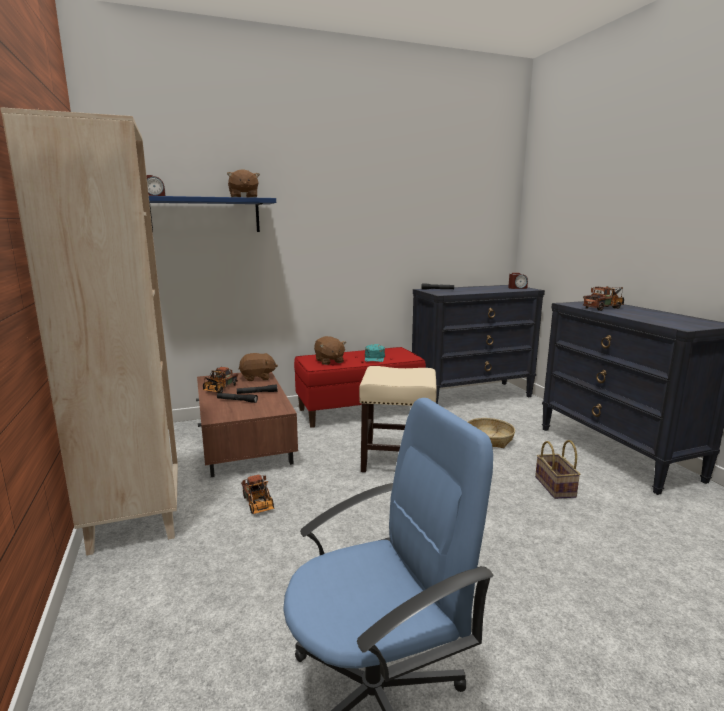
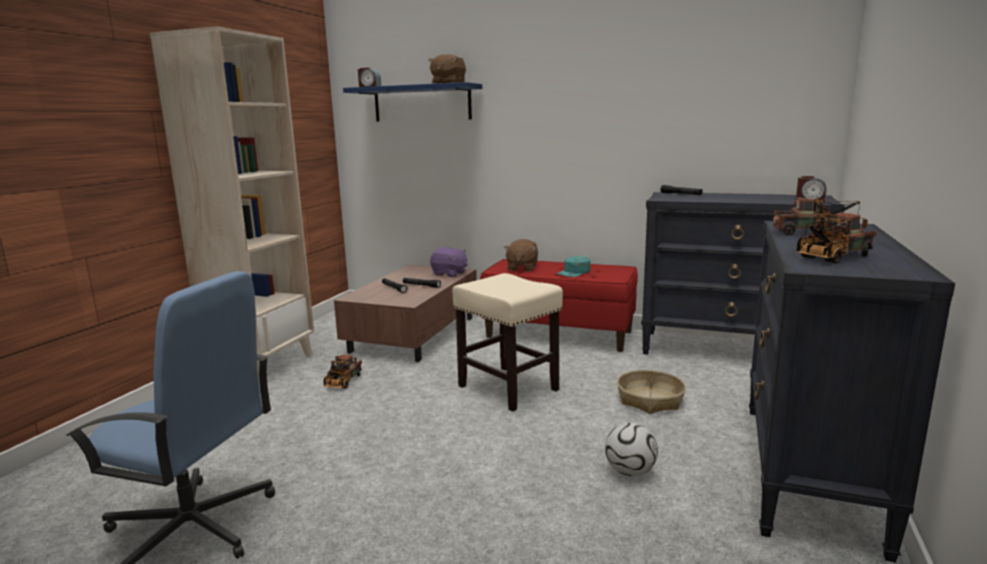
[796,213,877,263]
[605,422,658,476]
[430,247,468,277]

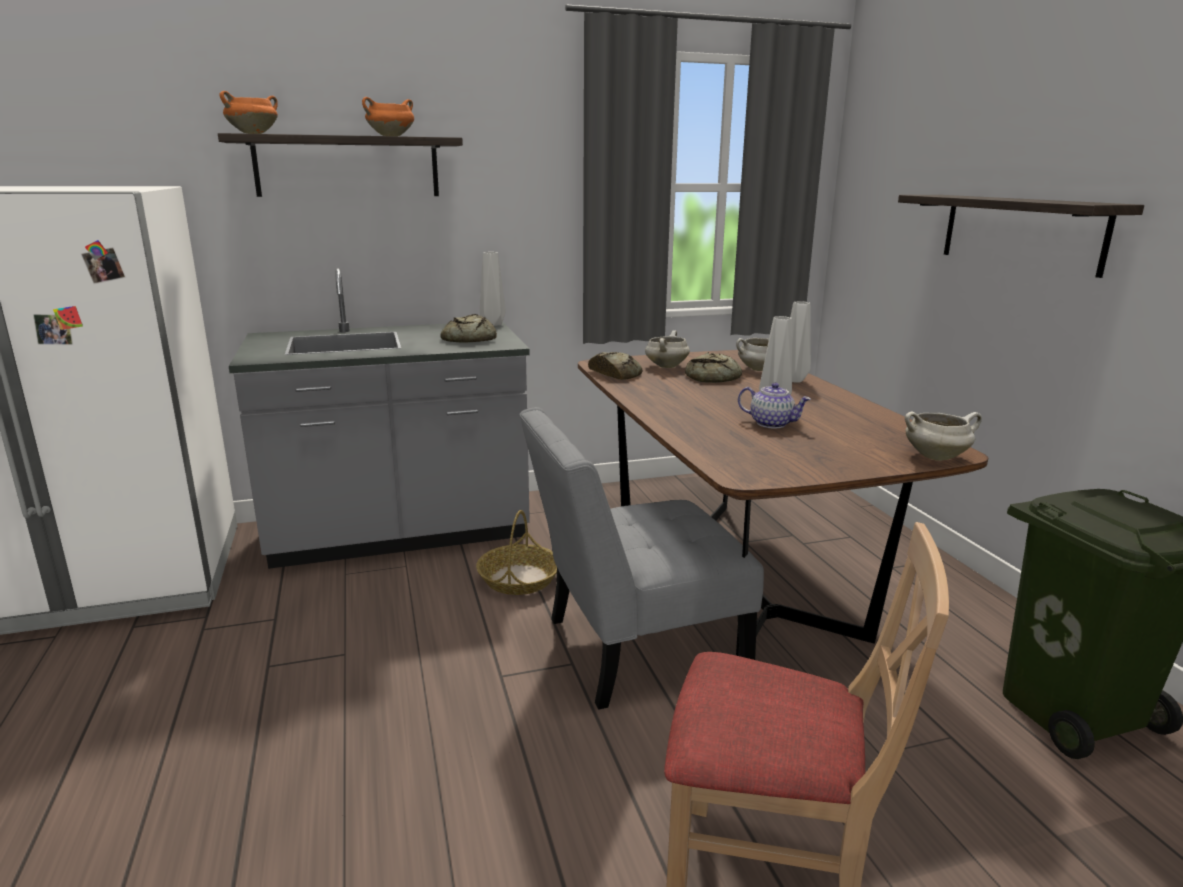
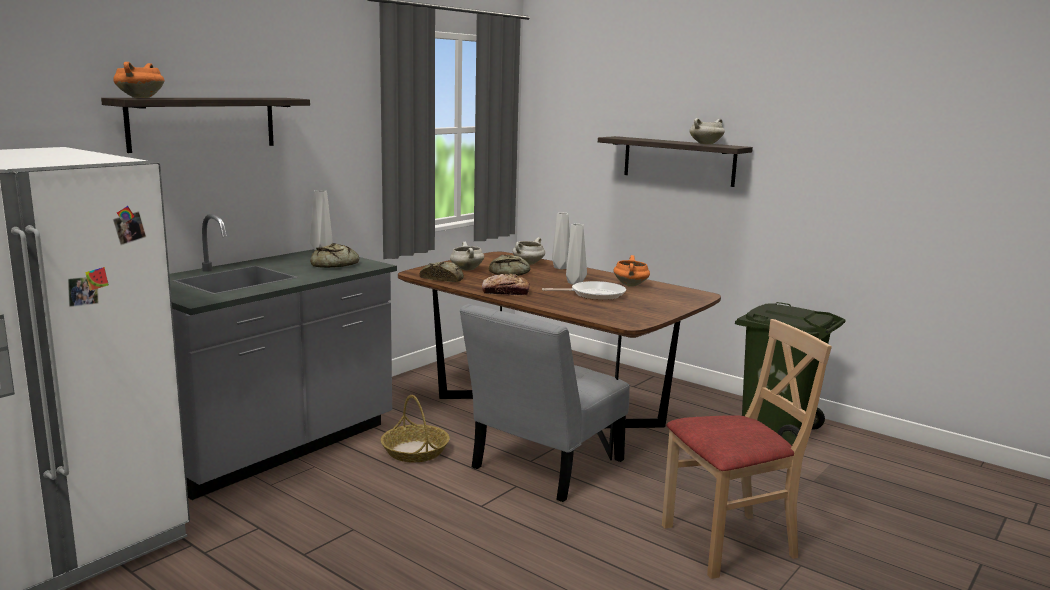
[482,274,530,296]
[613,255,650,287]
[690,118,725,145]
[542,281,626,300]

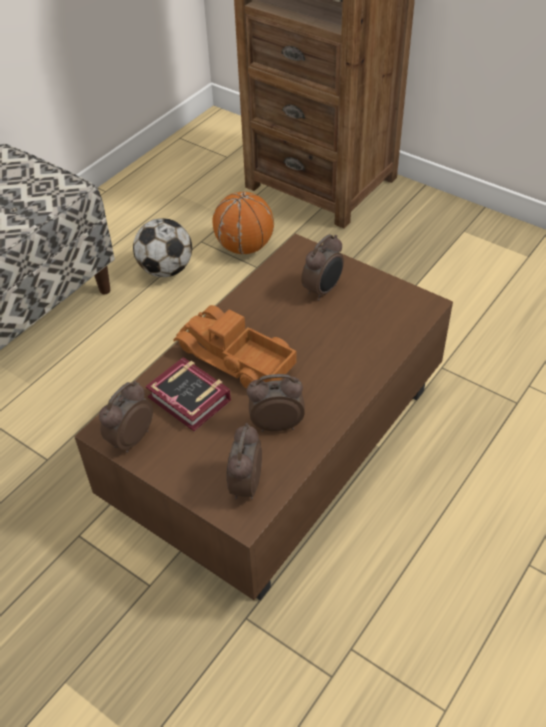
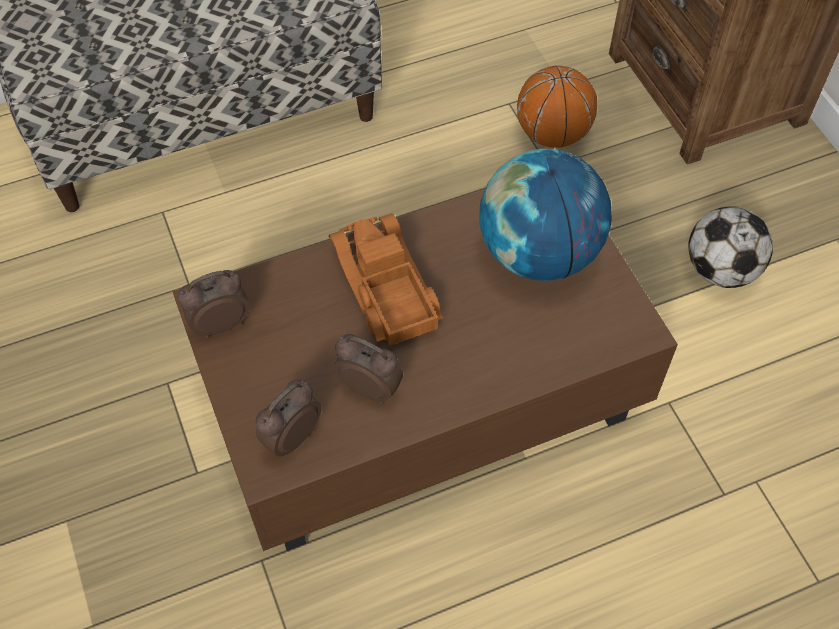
[146,357,231,431] (first image)
[688,206,773,288]
[479,149,612,281]

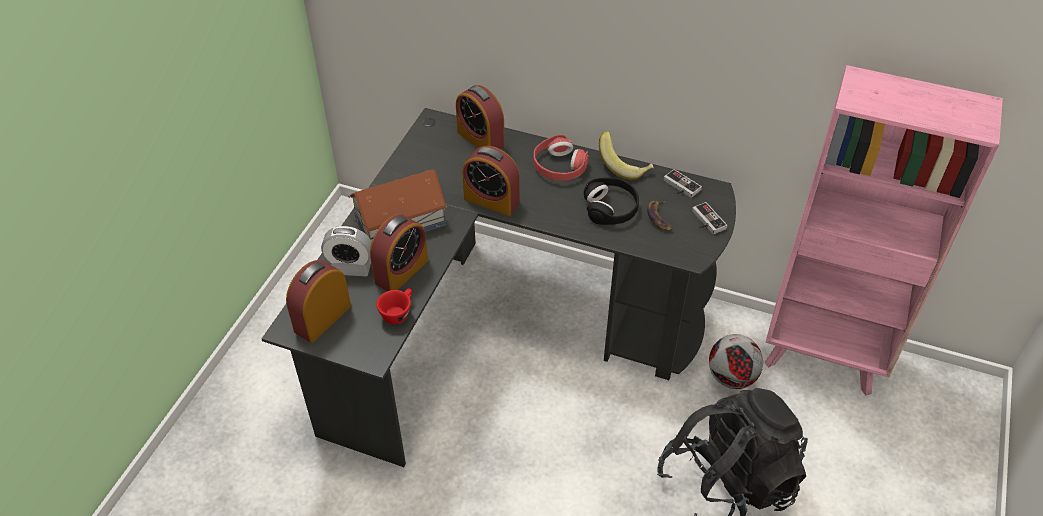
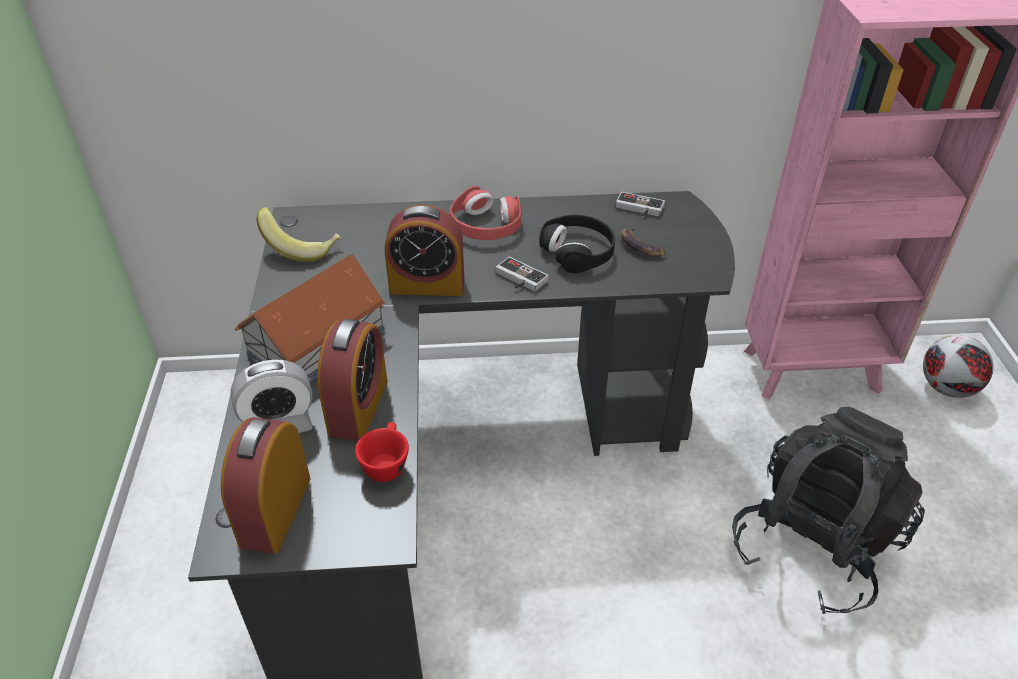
[456,85,505,149] (first image)
[256,207,341,262]
[496,257,549,292]
[923,335,993,398]

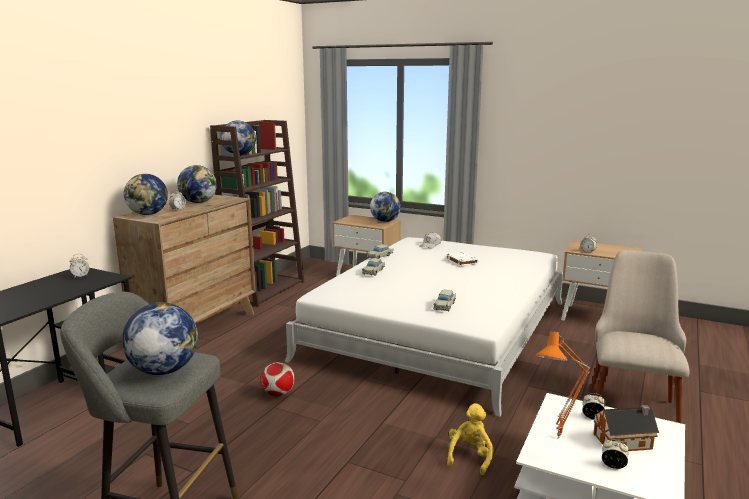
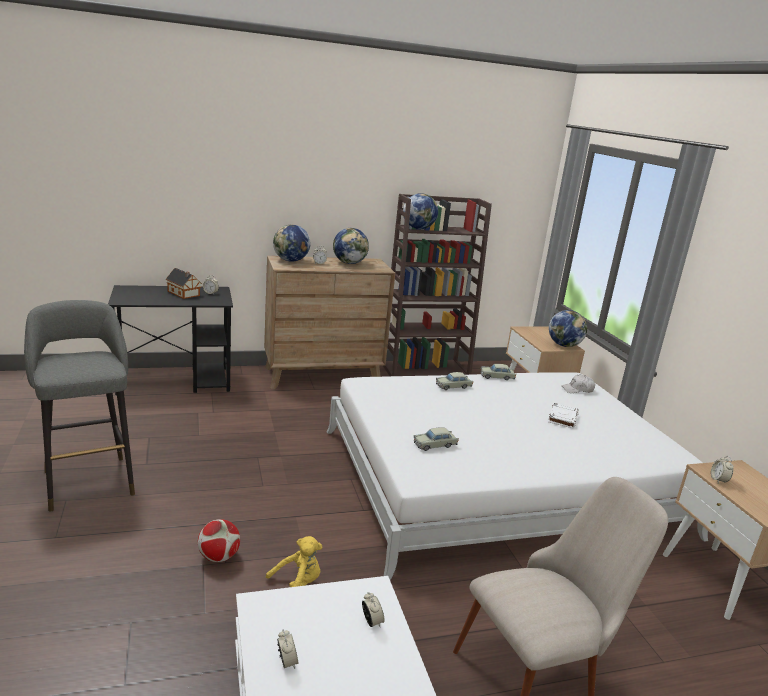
[122,302,198,375] (first image)
[536,331,590,439] (first image)
[198,519,240,562]
[166,268,202,299]

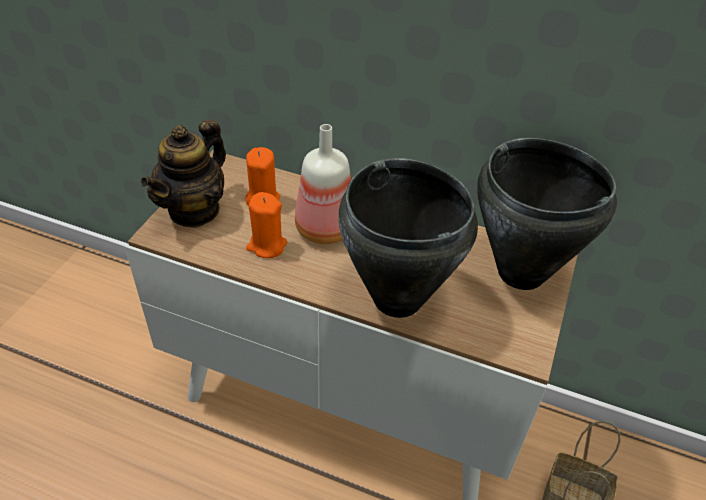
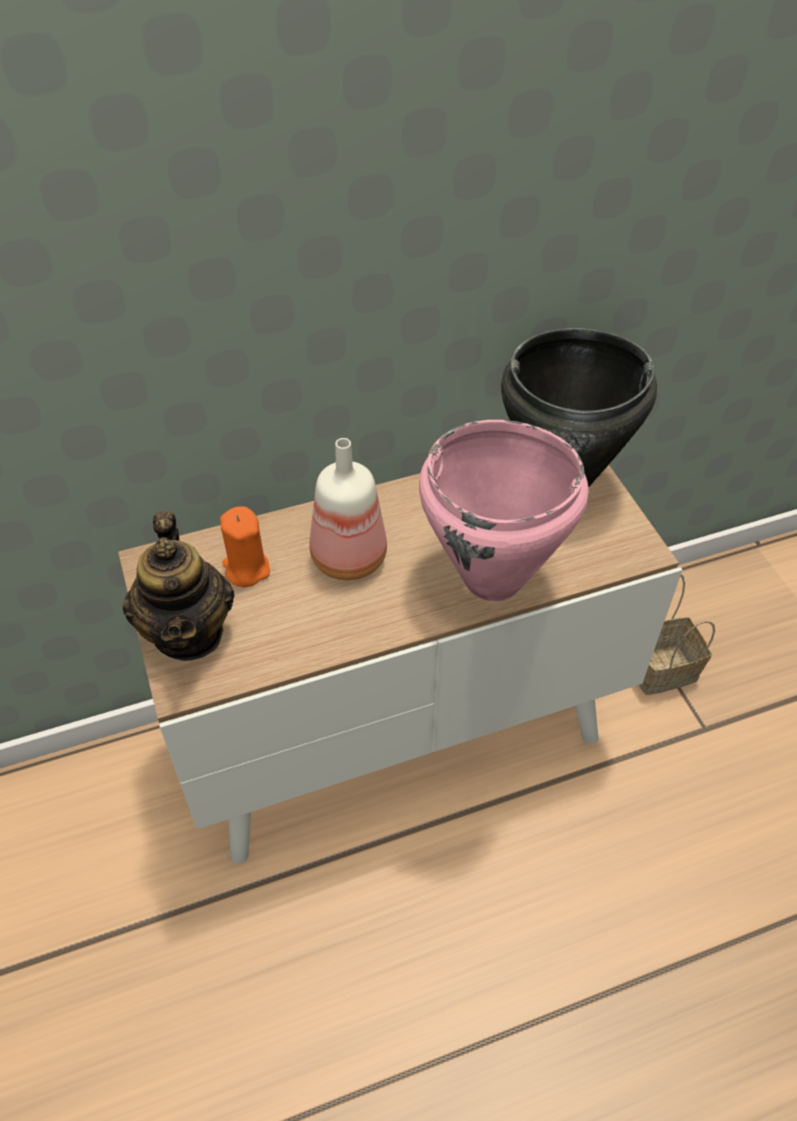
[246,192,287,258] (first image)
[419,420,588,601]

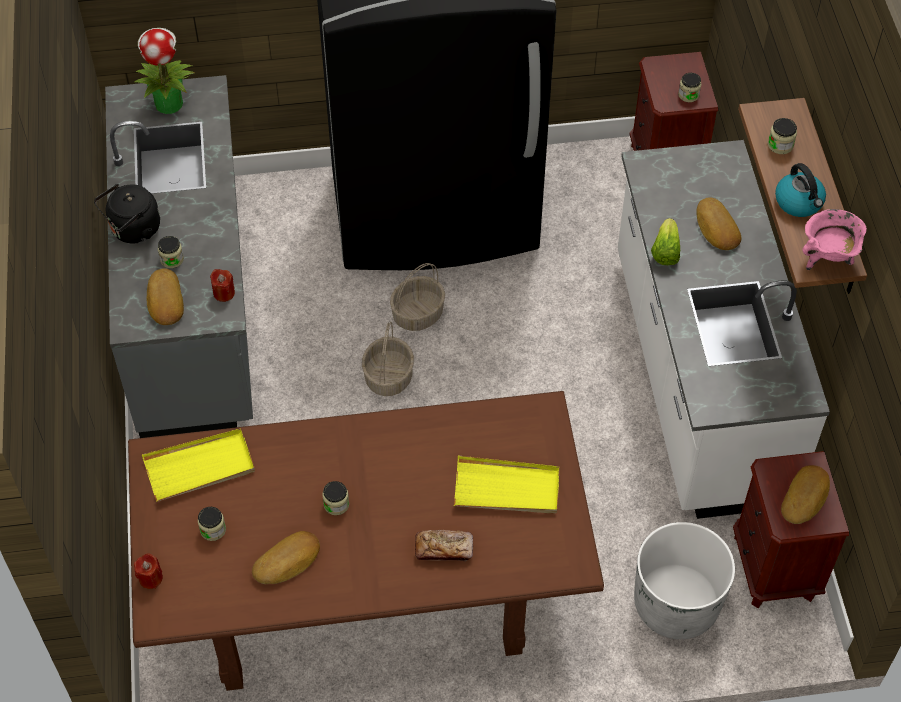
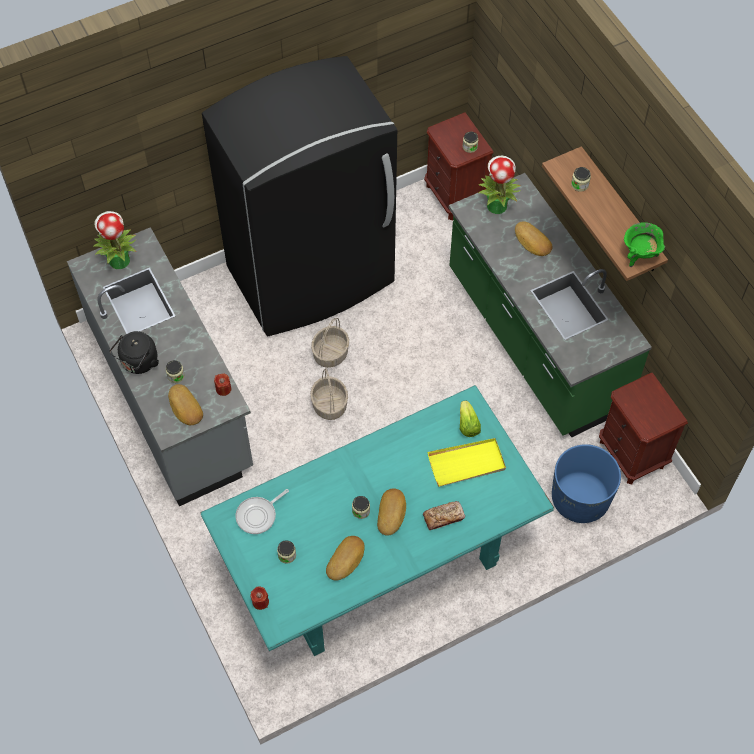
[775,163,826,217] (first image)
[478,156,521,214]
[460,401,481,437]
[377,488,406,536]
[235,489,289,534]
[201,385,554,656]
[449,173,652,438]
[552,444,621,523]
[624,222,665,267]

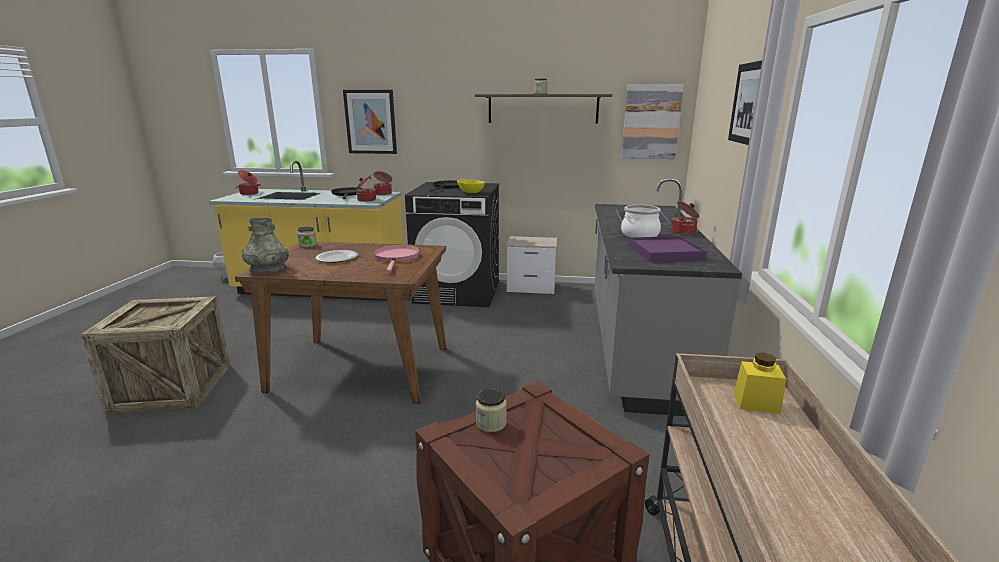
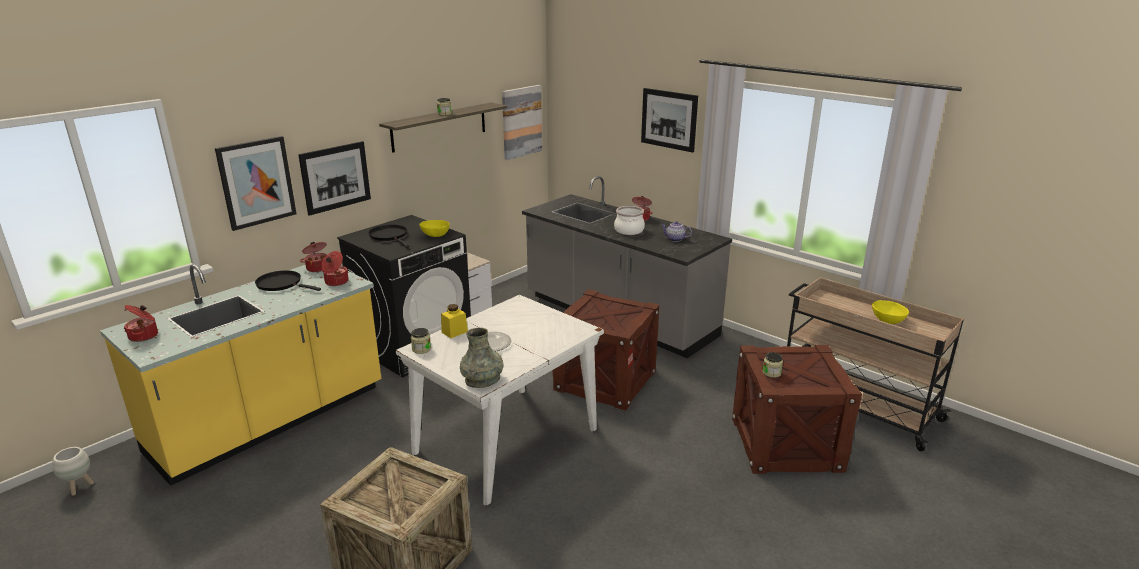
[373,245,420,272] (first image)
[298,141,371,216]
[553,289,659,411]
[872,300,909,324]
[441,304,468,338]
[661,221,692,242]
[396,295,604,506]

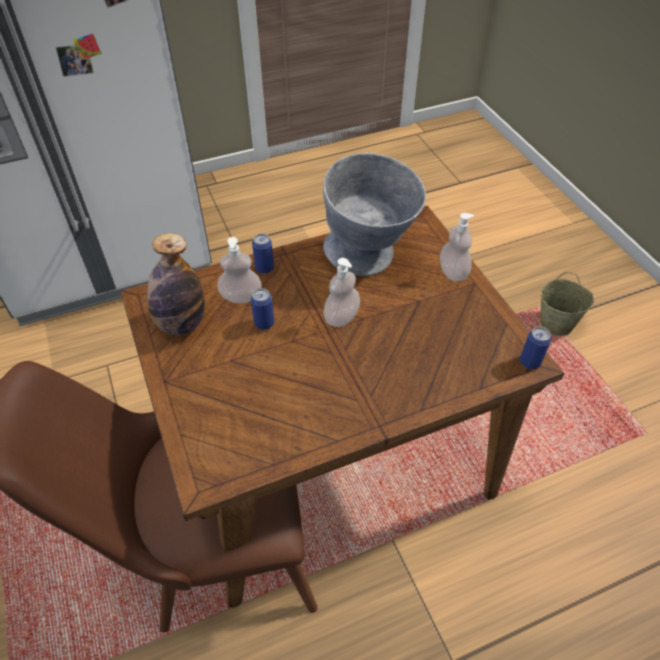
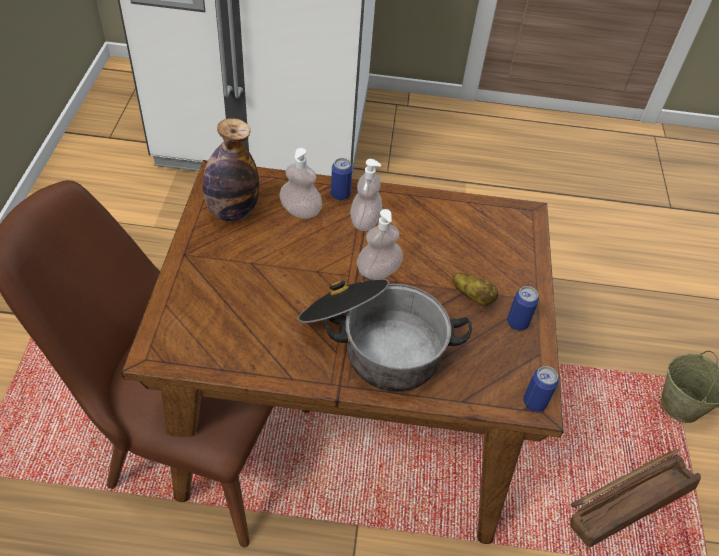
[323,153,426,276] (first image)
[298,279,472,392]
[452,273,498,307]
[571,449,701,547]
[507,286,539,331]
[350,159,382,231]

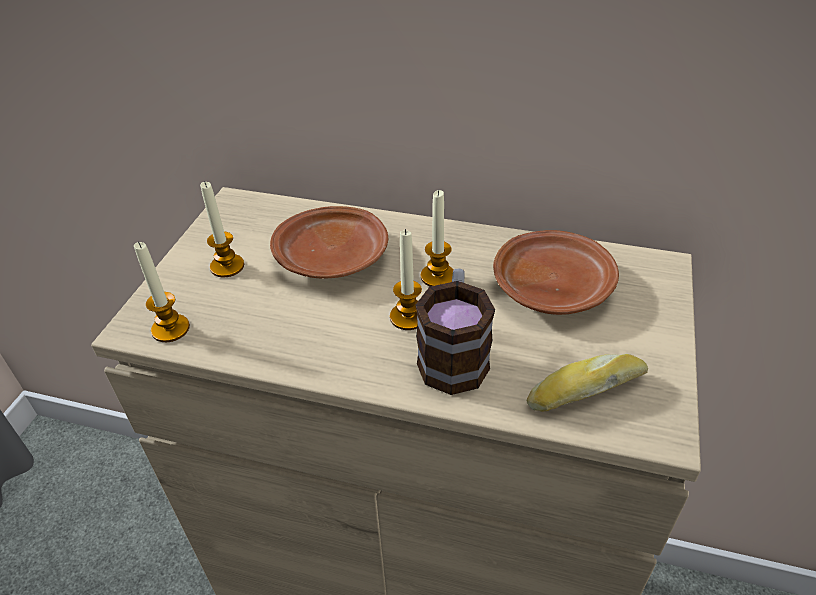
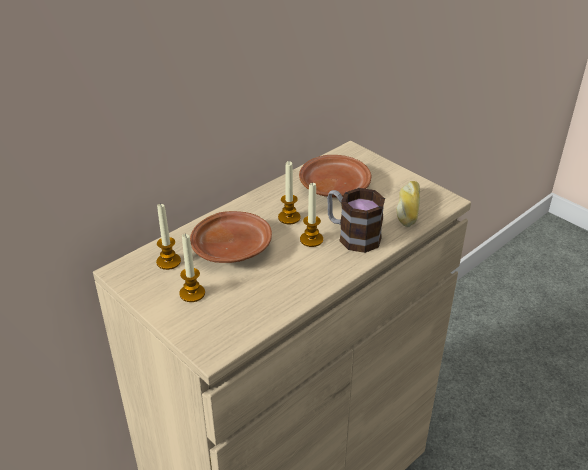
[156,203,181,270]

